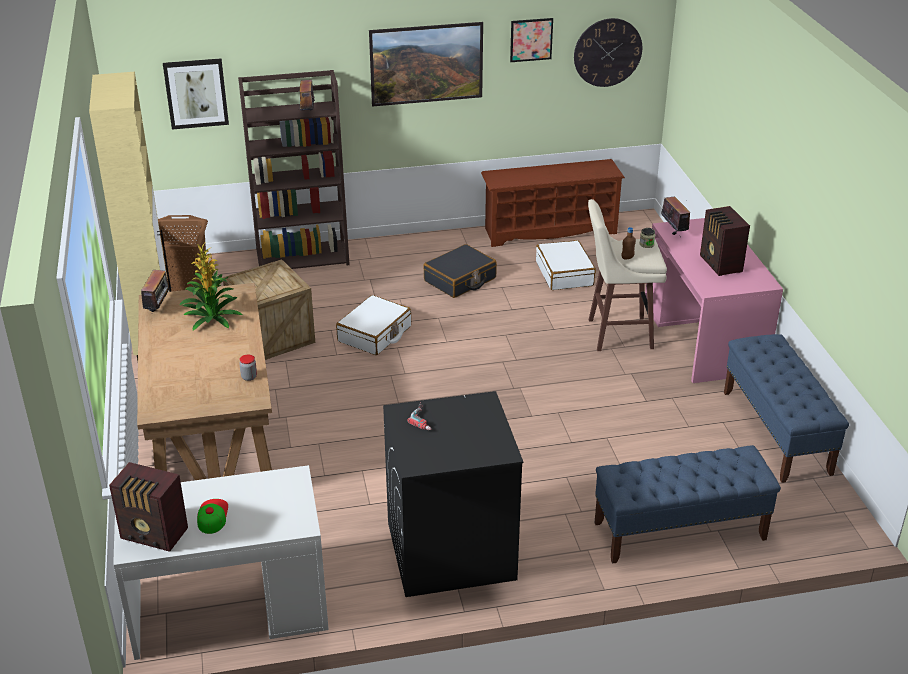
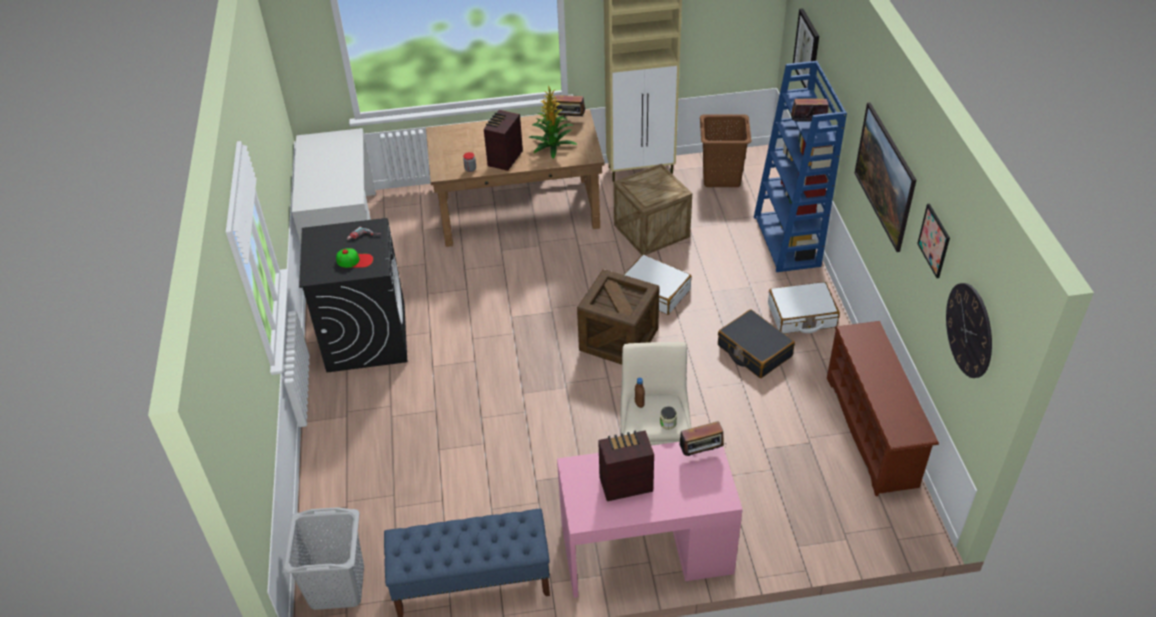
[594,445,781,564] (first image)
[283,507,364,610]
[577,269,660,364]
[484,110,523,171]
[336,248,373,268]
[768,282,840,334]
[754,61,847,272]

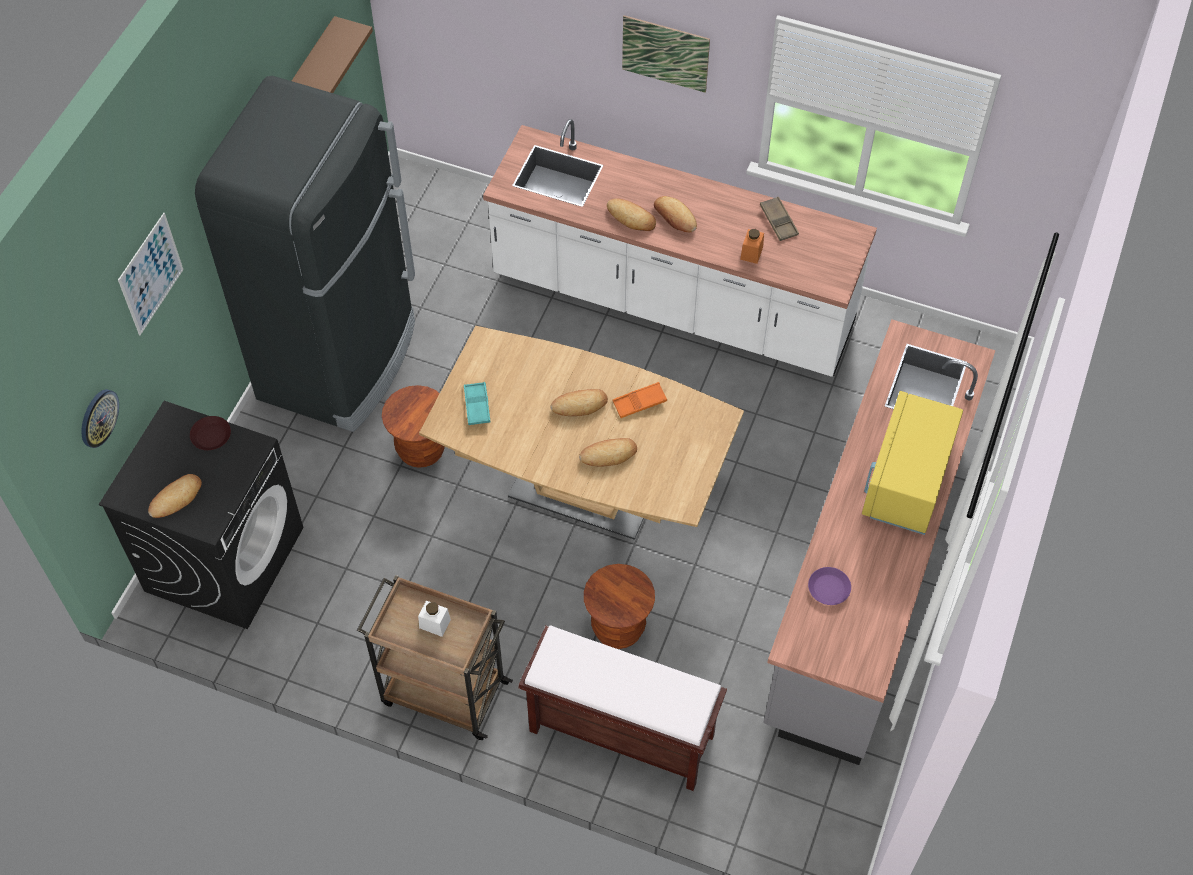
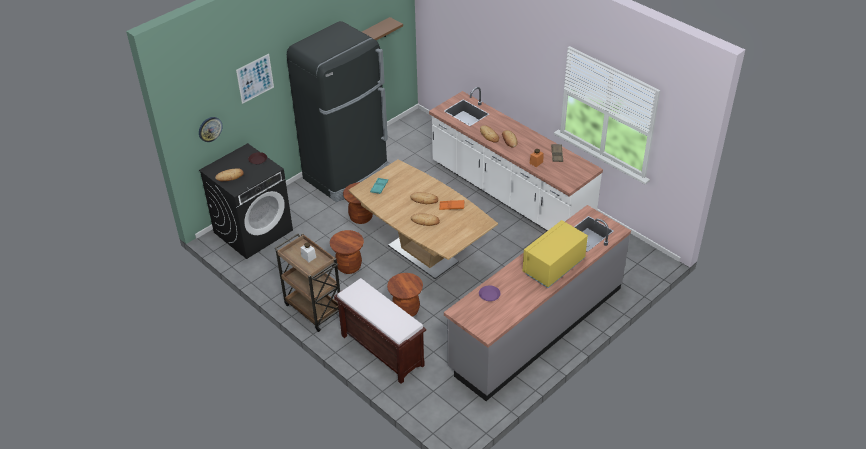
[622,15,710,93] (first image)
[330,230,364,274]

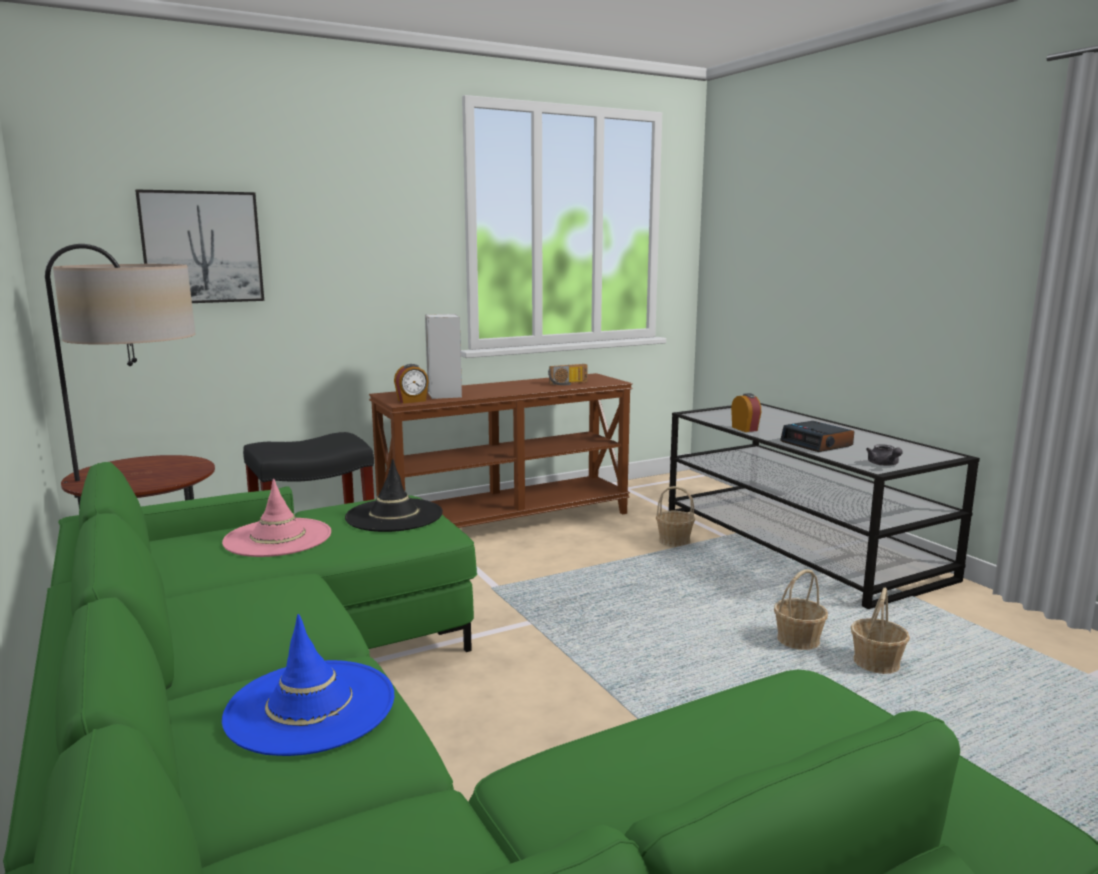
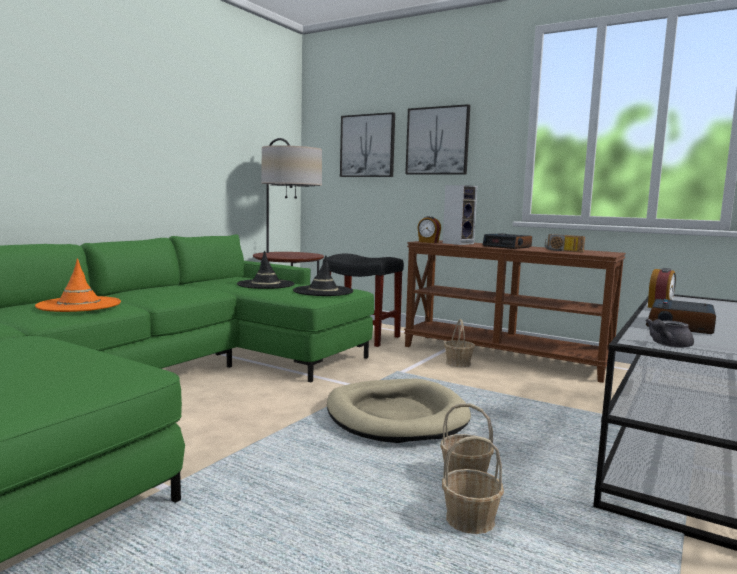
[327,379,471,443]
[405,104,470,174]
[483,233,532,249]
[444,319,475,367]
[237,250,295,289]
[35,258,121,312]

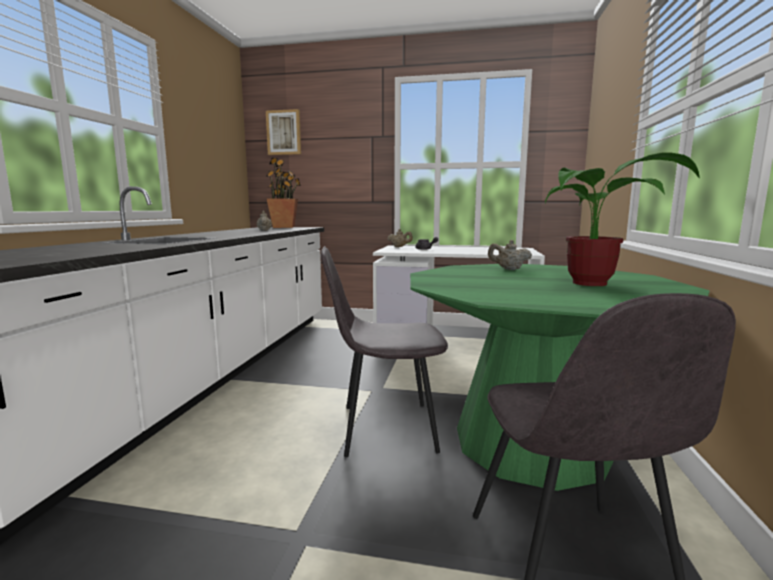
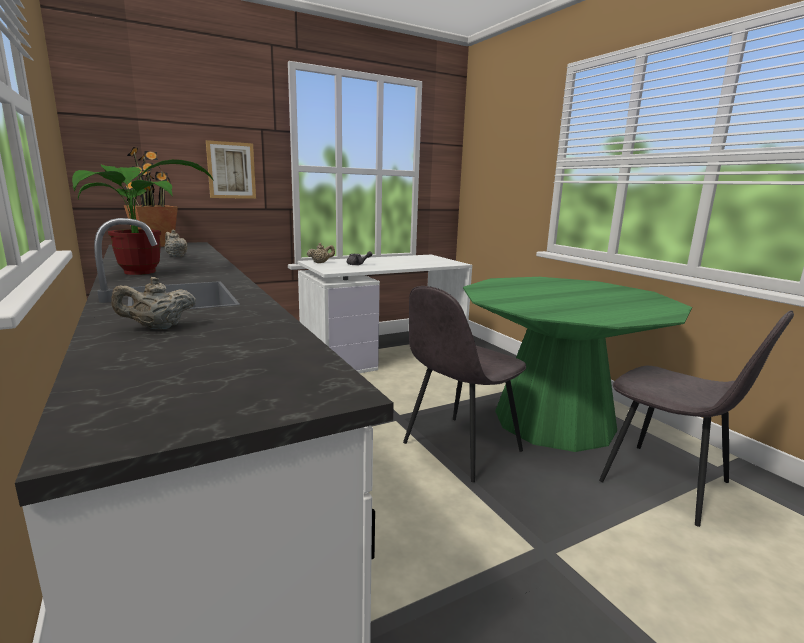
[206,140,256,199]
[111,277,196,329]
[72,159,214,275]

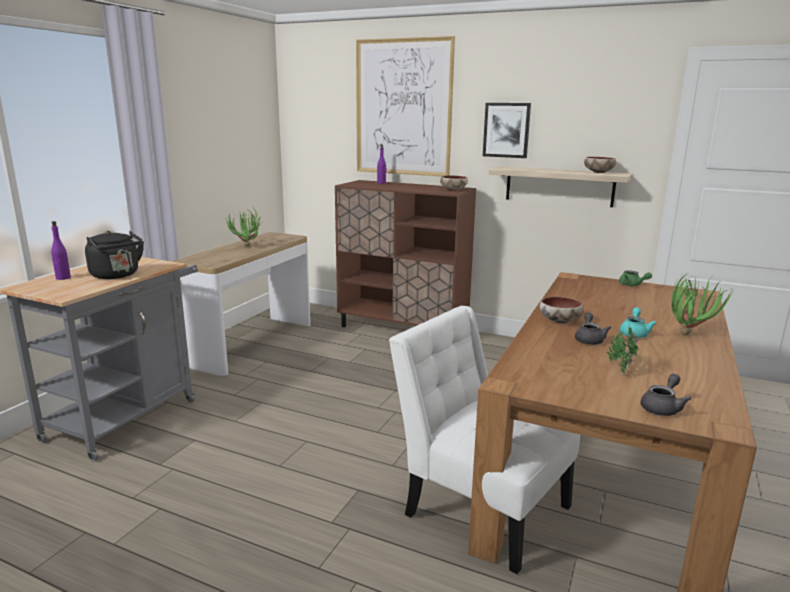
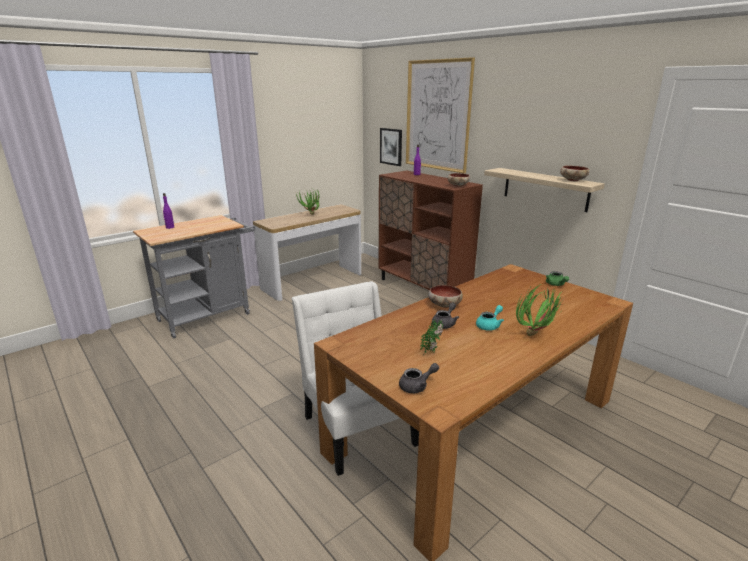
[85,231,144,279] (first image)
[380,128,402,166]

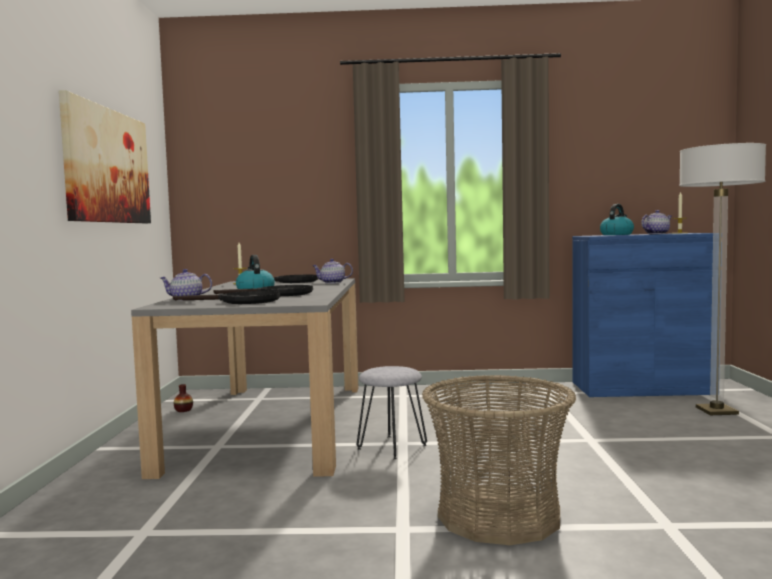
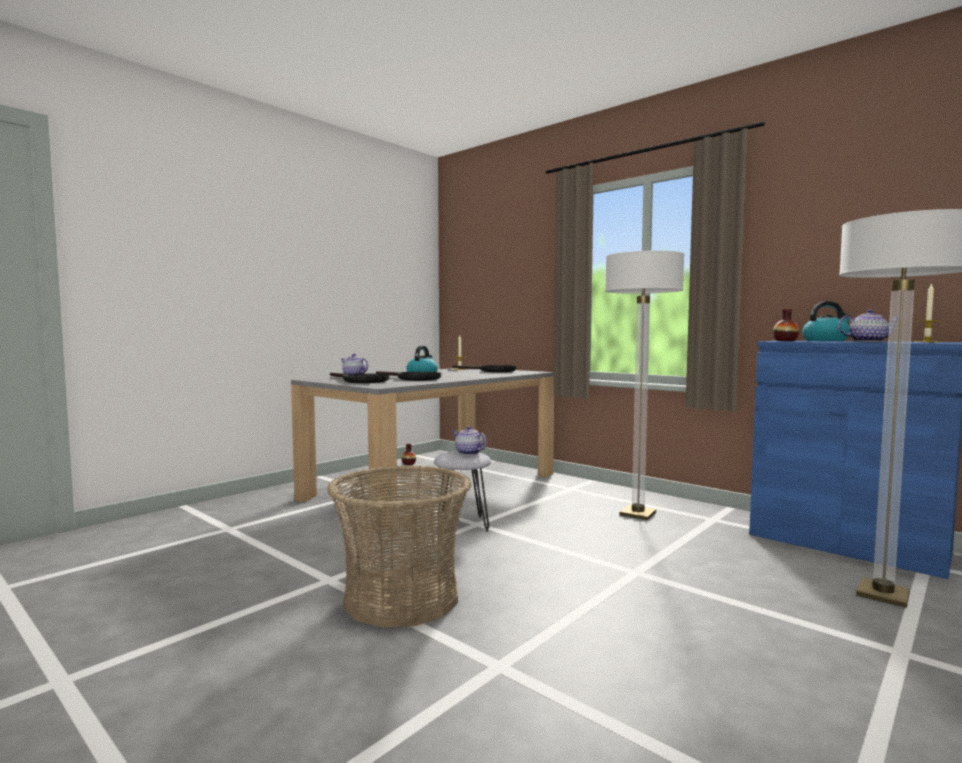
[59,90,151,223] (first image)
[605,251,684,520]
[773,309,799,341]
[453,426,487,455]

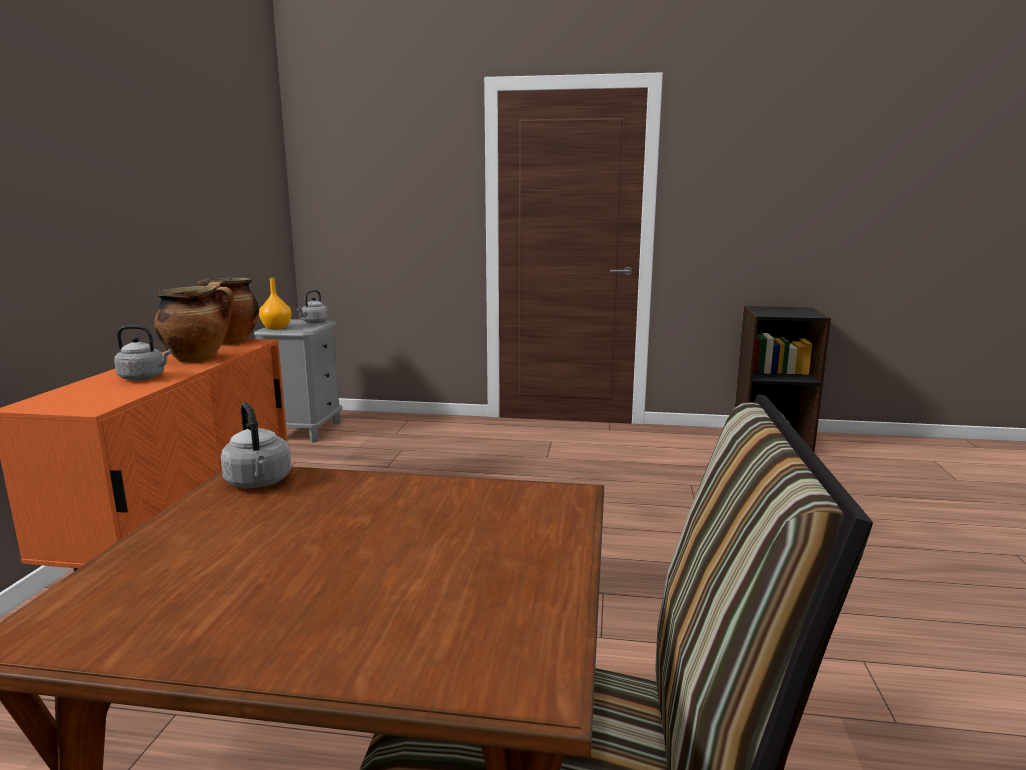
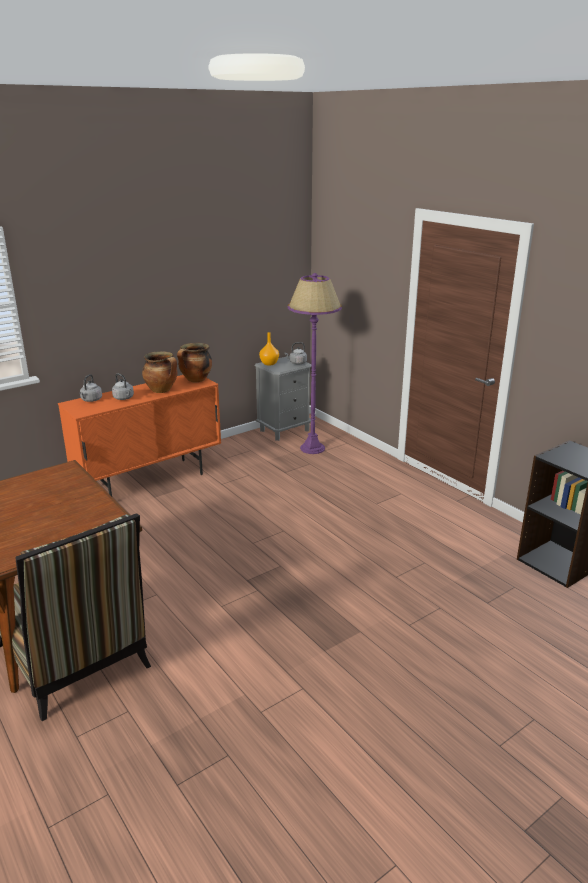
[288,273,342,454]
[79,374,102,402]

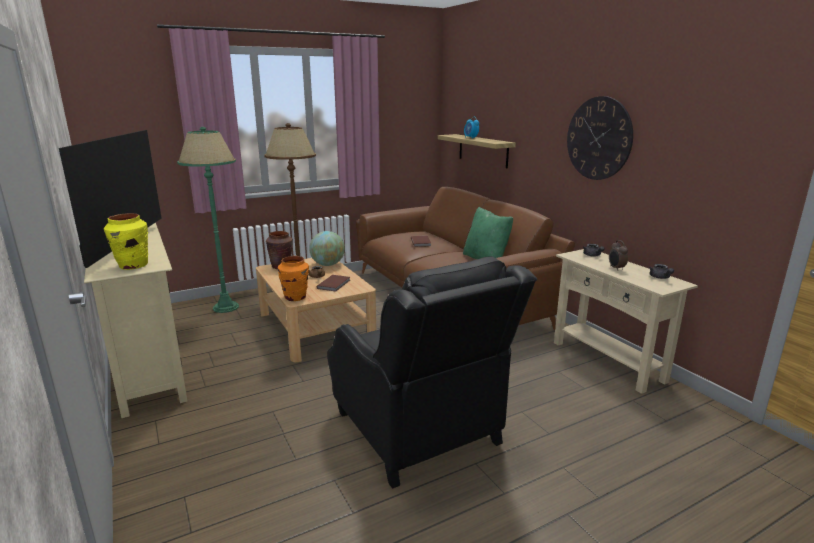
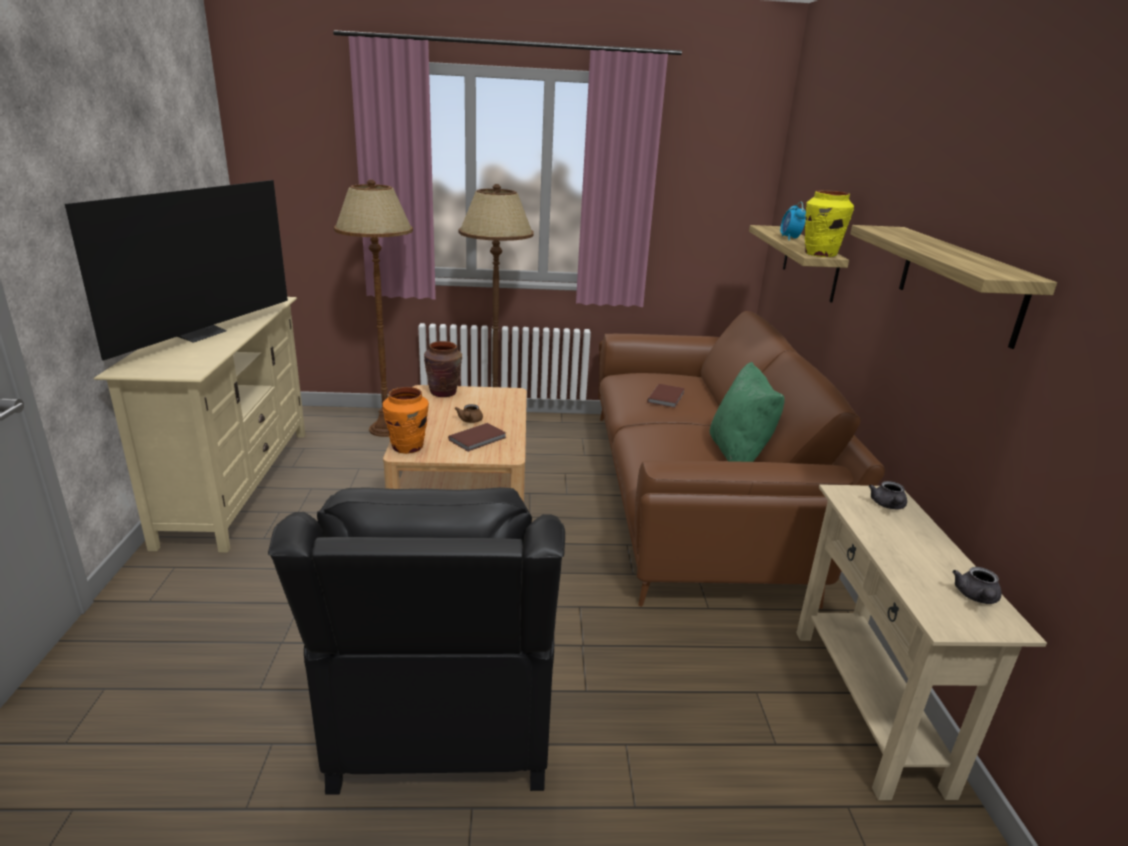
[309,231,345,266] (first image)
[609,240,628,271] (first image)
[805,190,854,257]
[850,225,1057,349]
[334,179,413,437]

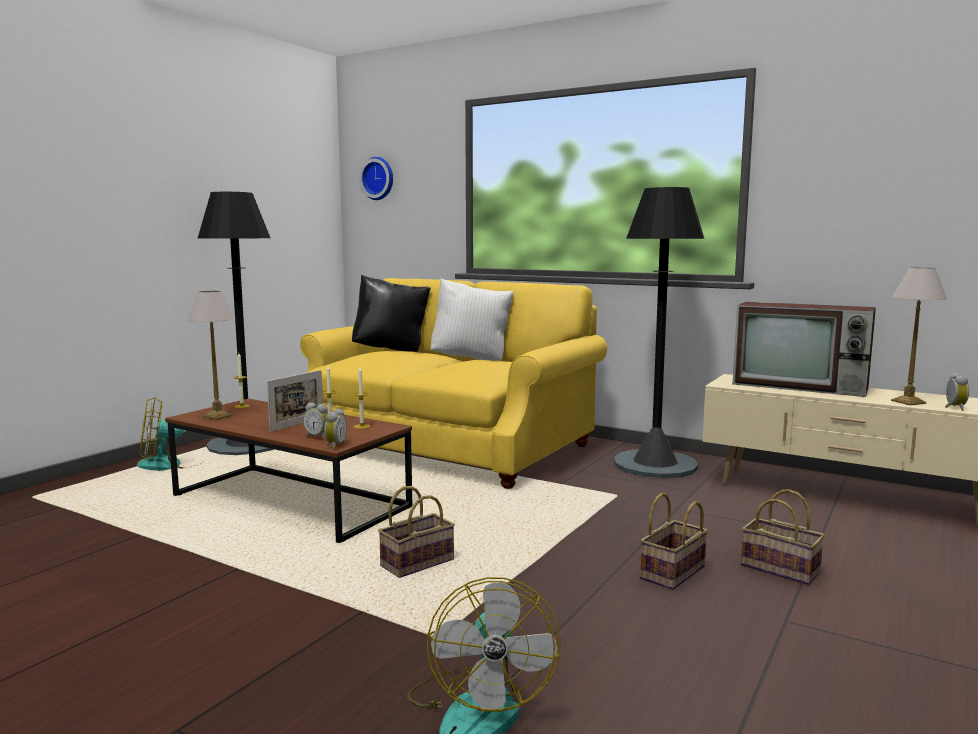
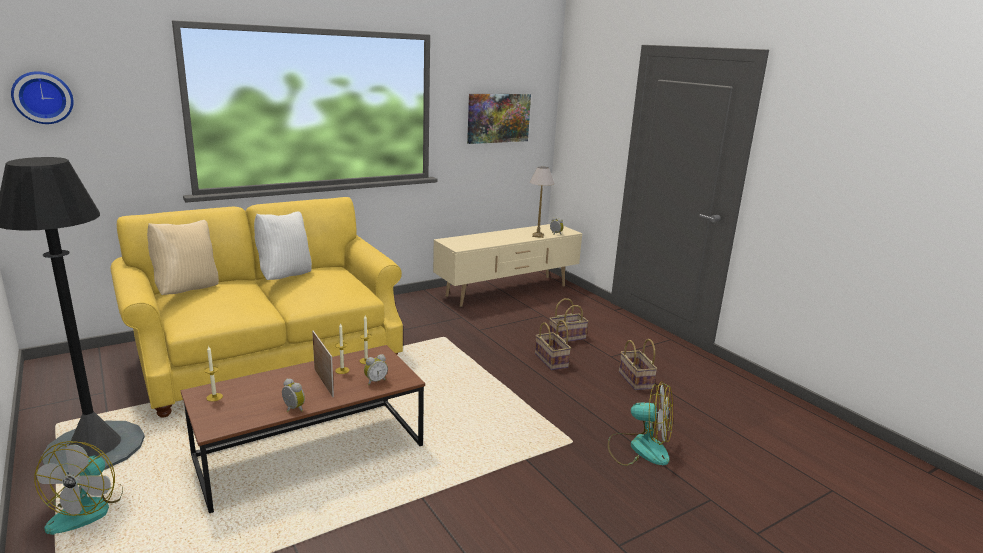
[187,291,235,420] (first image)
[614,187,704,479] (first image)
[733,302,876,397] (first image)
[467,94,531,144]
[282,378,305,412]
[619,339,657,390]
[147,220,219,295]

